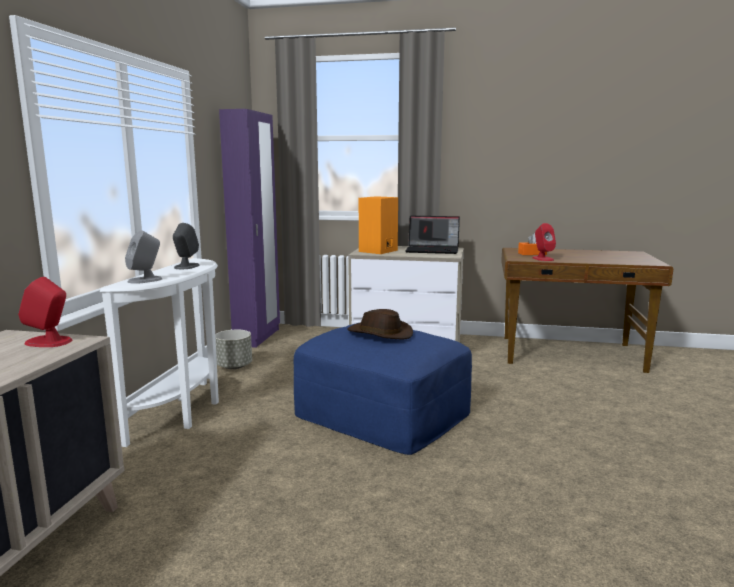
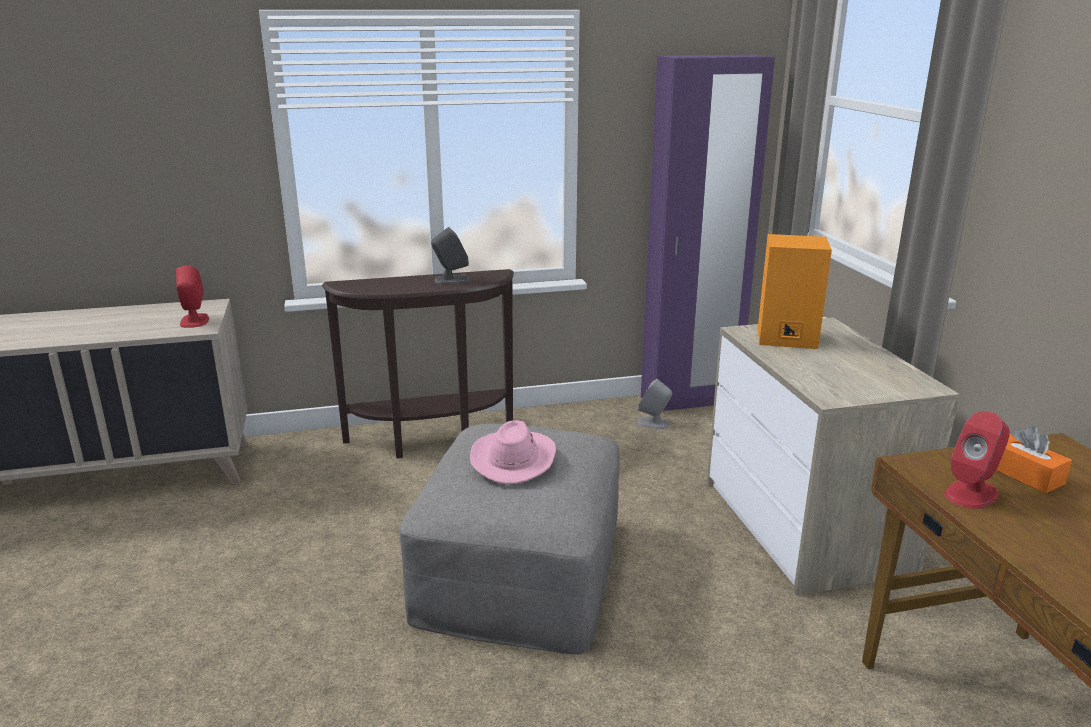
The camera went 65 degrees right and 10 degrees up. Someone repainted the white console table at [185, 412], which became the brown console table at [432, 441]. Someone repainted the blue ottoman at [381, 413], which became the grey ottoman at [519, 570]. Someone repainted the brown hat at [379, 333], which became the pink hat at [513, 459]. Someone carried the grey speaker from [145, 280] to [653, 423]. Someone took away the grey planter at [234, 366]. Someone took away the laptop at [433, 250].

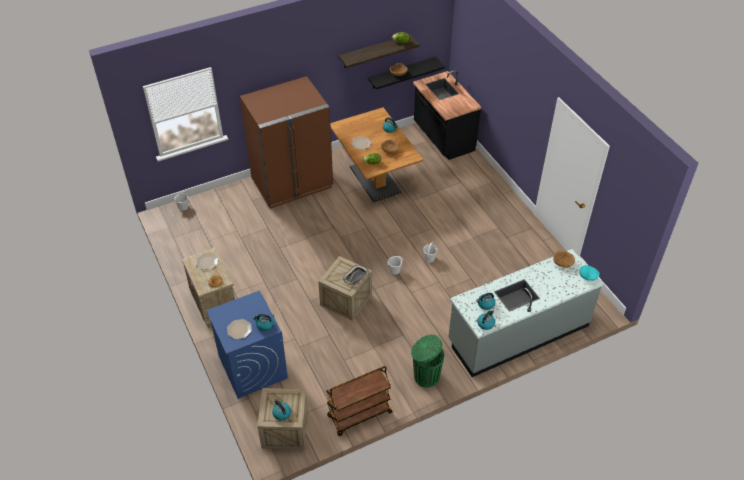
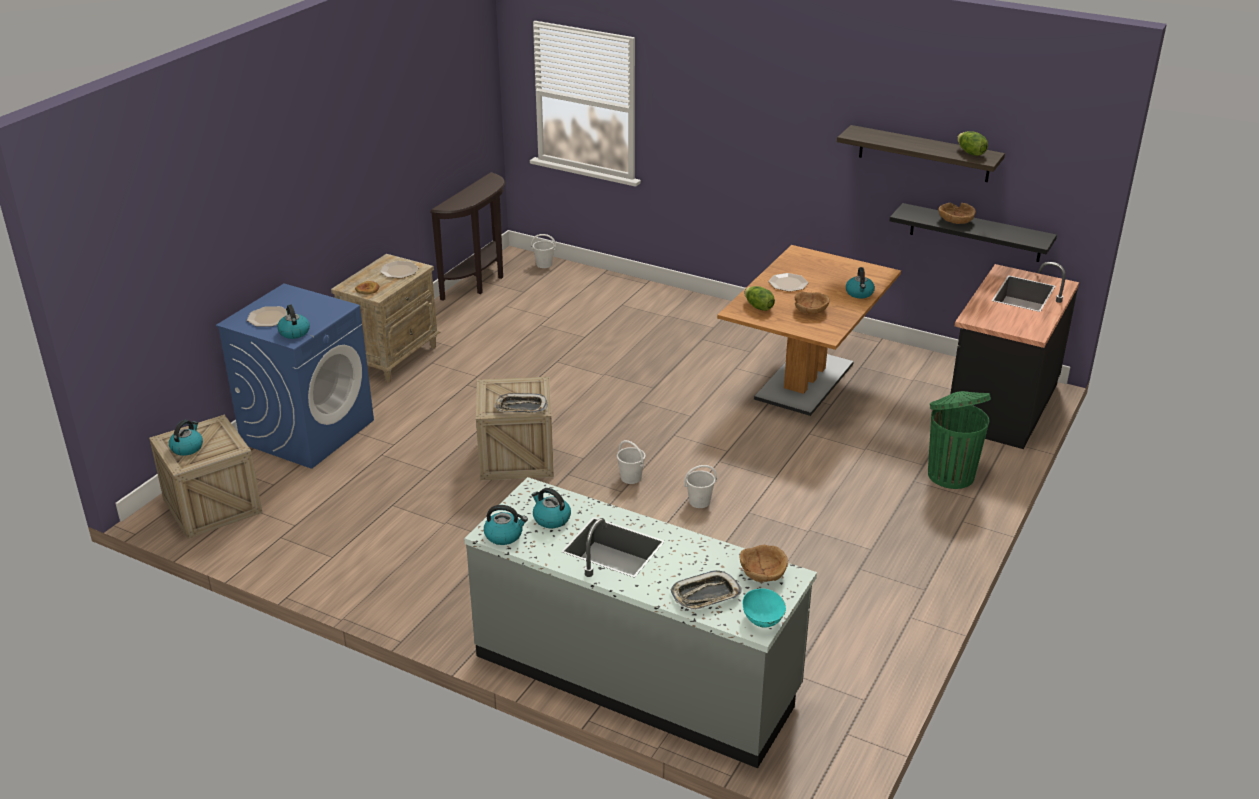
The camera went 55 degrees right and 15 degrees down. Someone put down the brown console table at [480, 282]. Someone put down the tray at [705, 595]. Someone carried the green trash can from [425, 376] to [950, 474]. Someone took away the brown fridge at [292, 183]. Someone took away the brown cart at [359, 415].

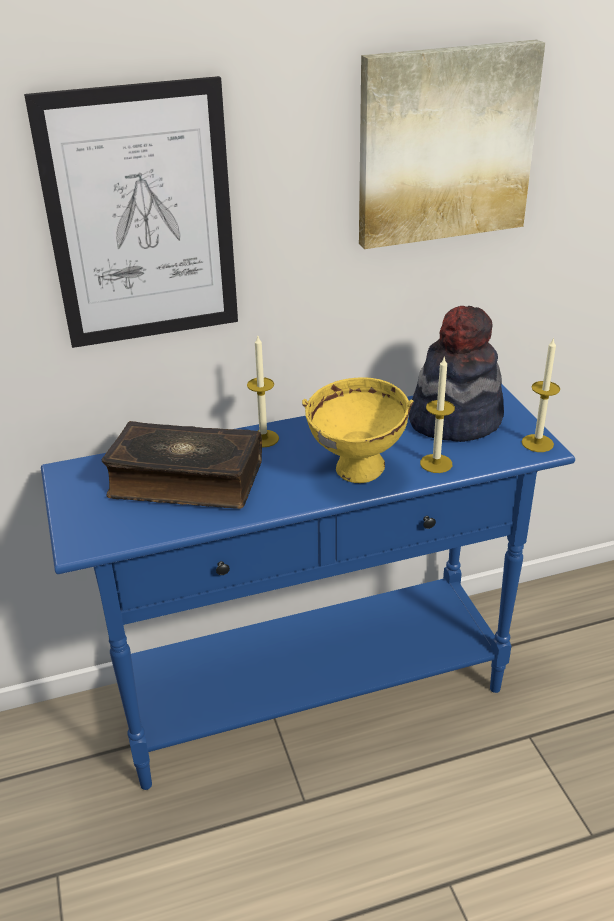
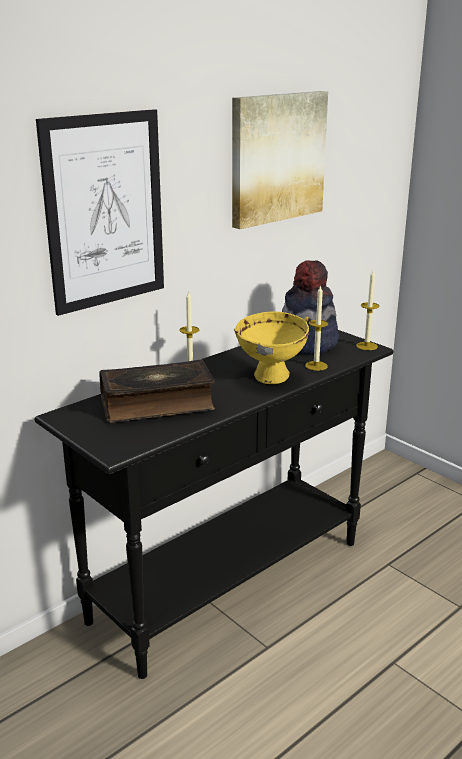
The camera went 25 degrees left and 10 degrees down. Someone repainted the blue console table at [313, 693], which became the black console table at [230, 580].

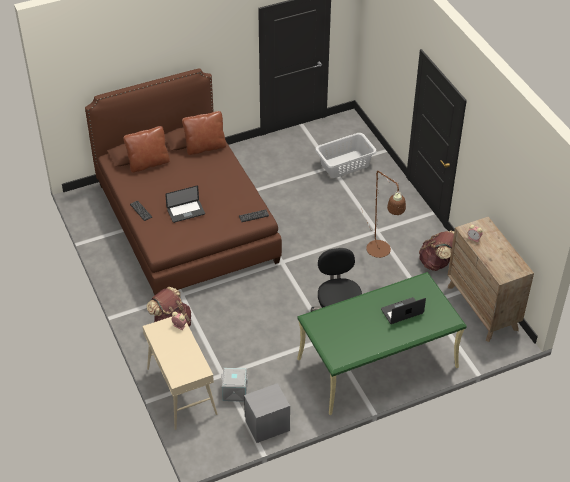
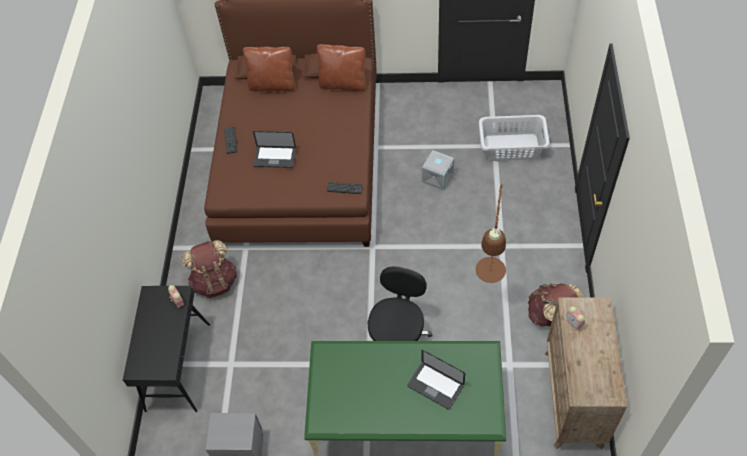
The camera went 30 degrees right and 10 degrees up. Someone repainted the beige console table at [181, 391], which became the black console table at [178, 366]. Someone rotated the laptop at [402, 311] by 150 degrees counterclockwise. Someone carried the grey storage box from [234, 392] to [437, 177].

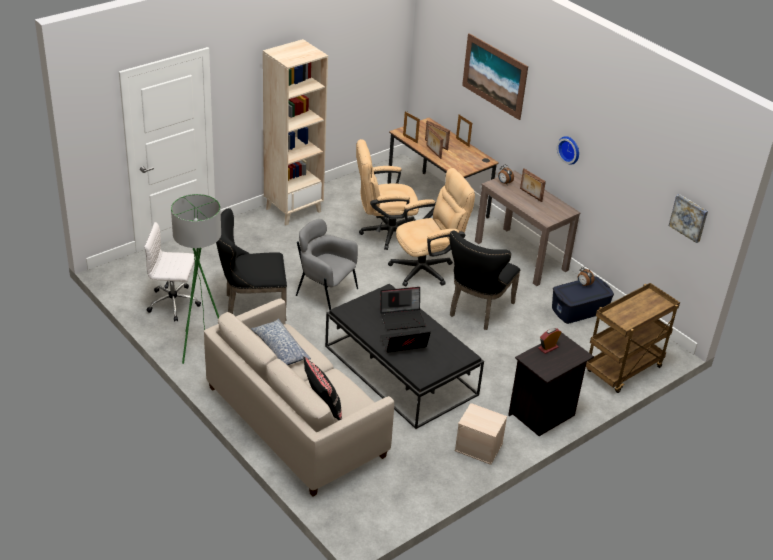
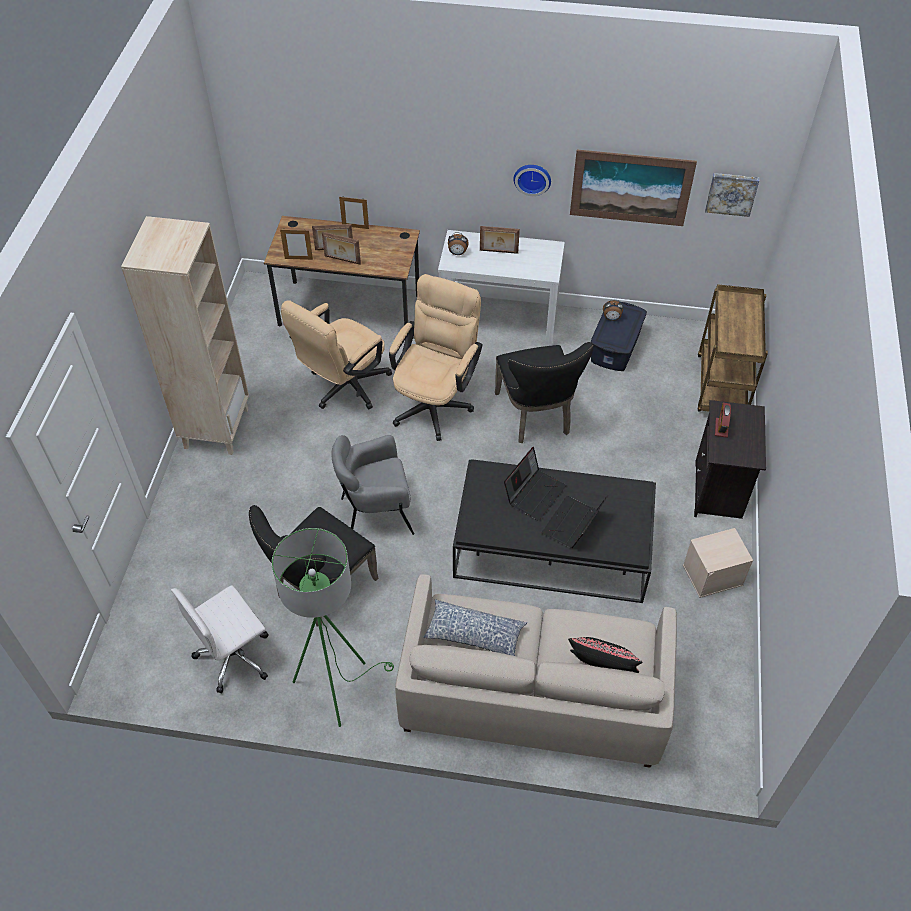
The camera went 40 degrees left and 15 degrees up. Someone repainted the brown console table at [521, 256], which became the white console table at [499, 320]. Someone carried the picture from [494, 76] to [631, 188].

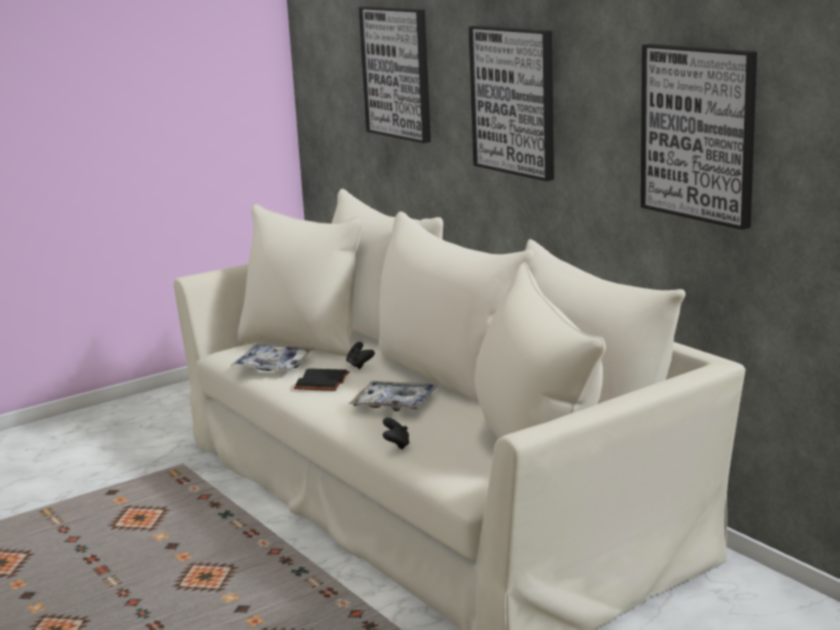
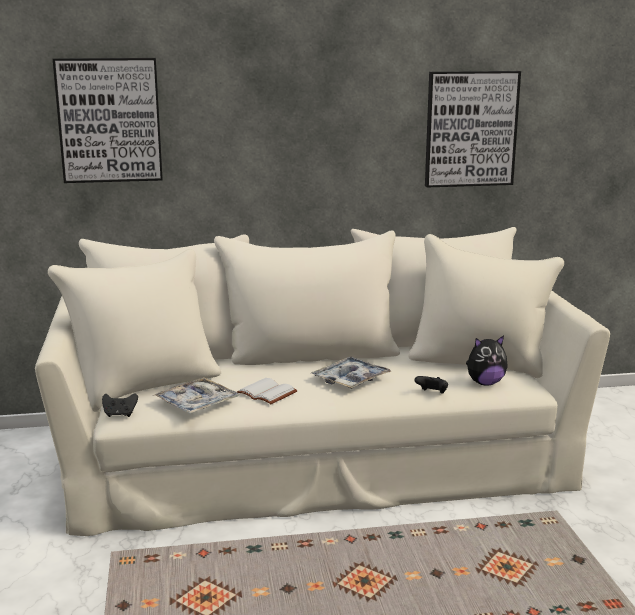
The camera went 65 degrees left and 0 degrees up. Someone carried the black game controller from [359, 365] to [120, 414]. Someone repainted the black book at [323, 382], which became the white book at [268, 393]. Someone put down the plush toy at [485, 383]. Someone took away the picture at [514, 101].

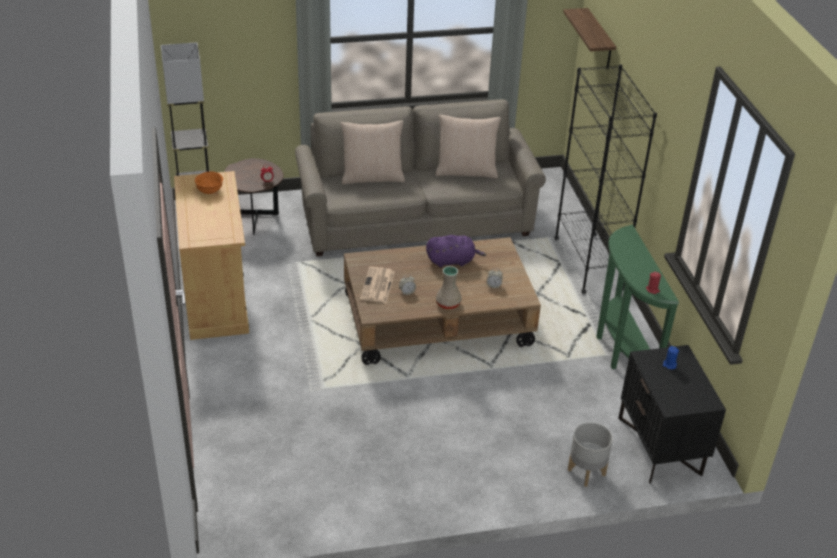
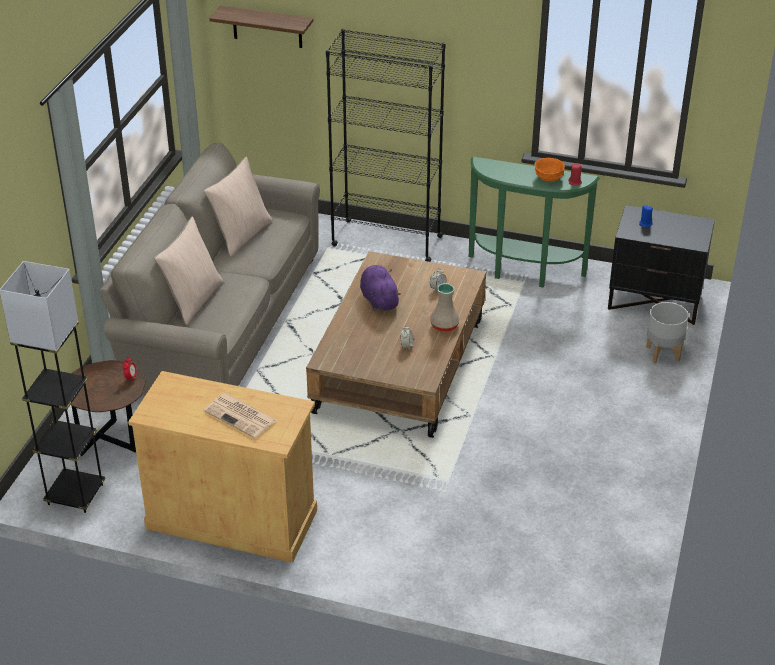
The camera went 60 degrees left and 0 degrees up. Someone carried the newspaper from [377, 286] to [241, 416]. Someone rotated the purple plush toy at [452, 261] by 45 degrees counterclockwise. Someone carried the orange bowl from [210, 190] to [549, 177].

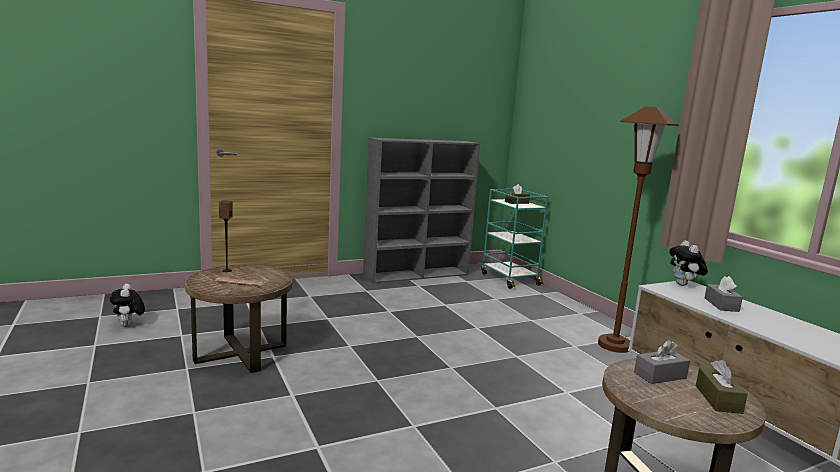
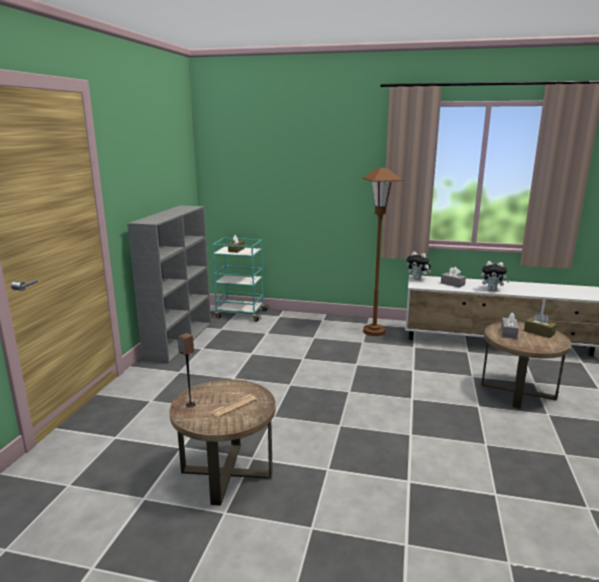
The camera went 50 degrees left and 5 degrees up. Someone carried the plush toy from [128, 325] to [492, 290].

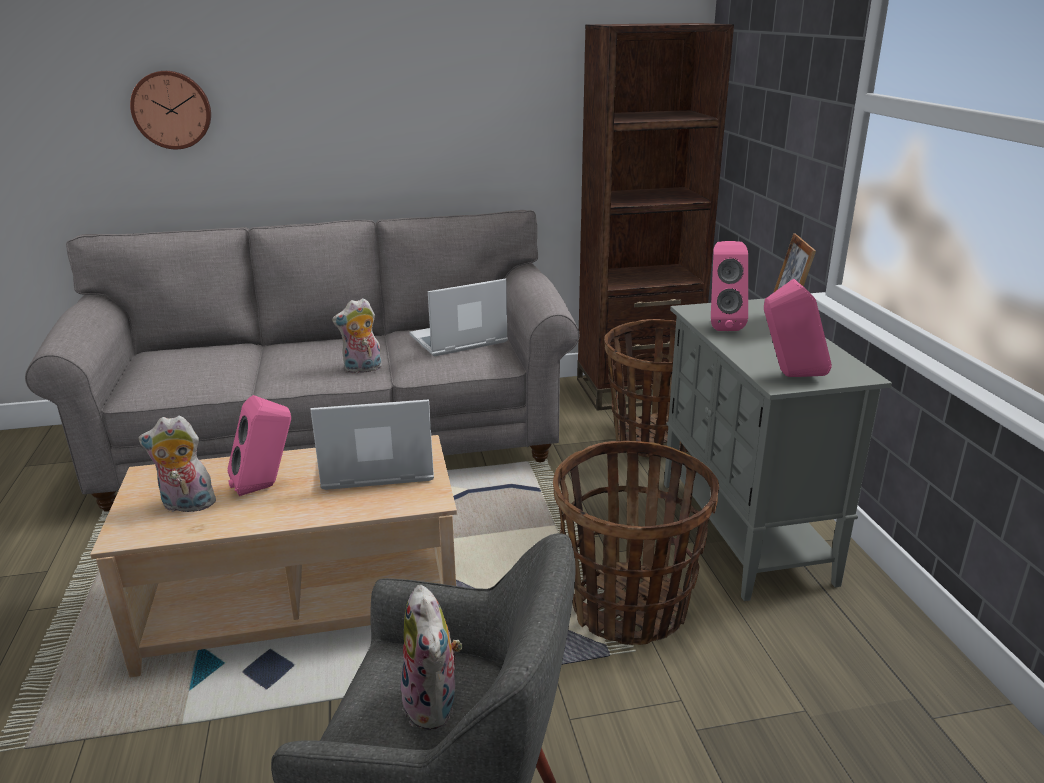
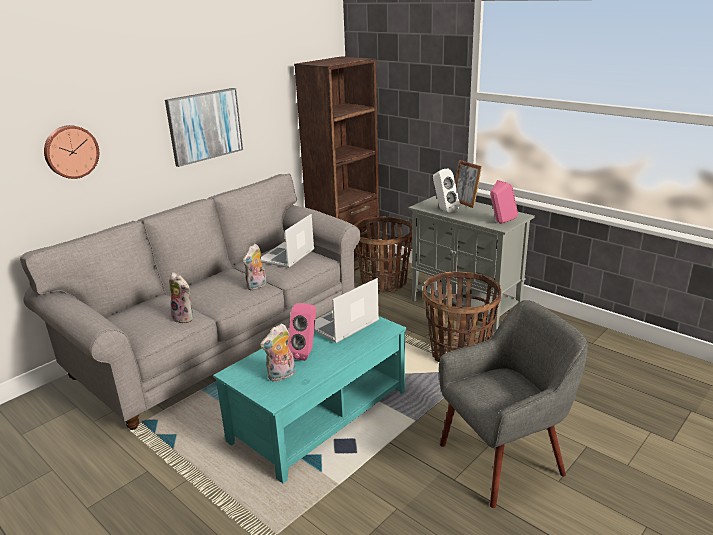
The camera went 35 degrees left and 0 degrees up. Someone put up the picture at [204, 126]. Someone carried the plush toy from [434, 705] to [185, 318]. Someone repainted the beige coffee table at [303, 601], which became the turquoise coffee table at [319, 415]. Someone repainted the pink speaker at [722, 325], which became the white speaker at [443, 210].

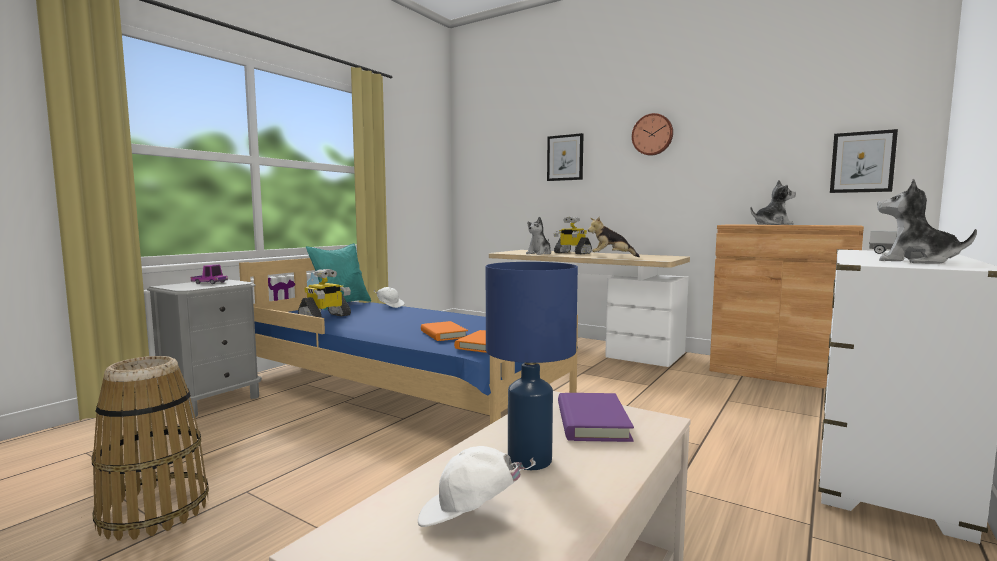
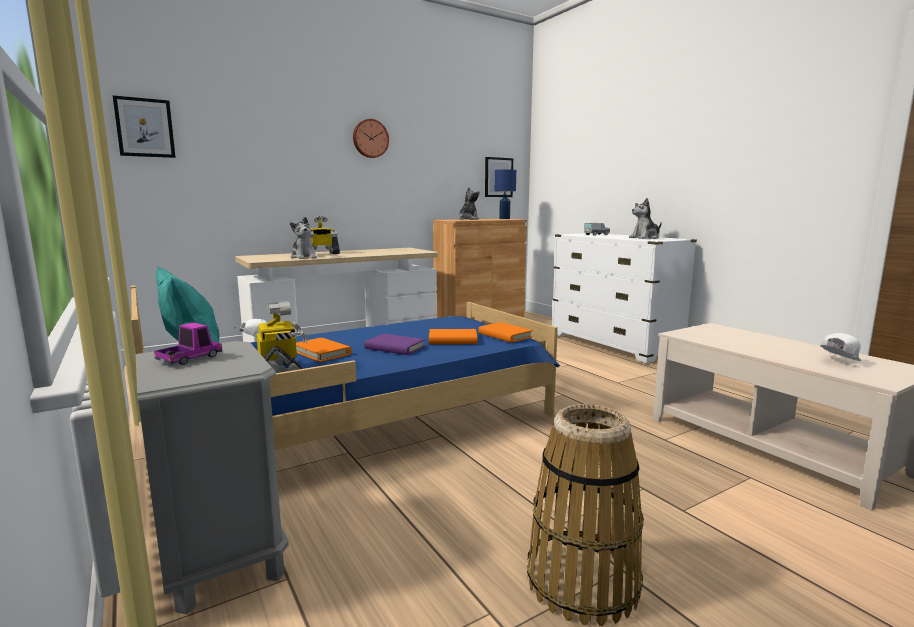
The camera went 65 degrees left and 5 degrees up. Someone carried the picture from [565, 157] to [145, 127]. Someone put down the orange book at [321, 353]. Someone carried the purple book from [592, 422] to [395, 348]. Someone carried the blue table lamp from [528, 460] to [504, 218]. Someone rotated the white cap at [469, 516] by 150 degrees counterclockwise. Someone took away the plush toy at [611, 257].

